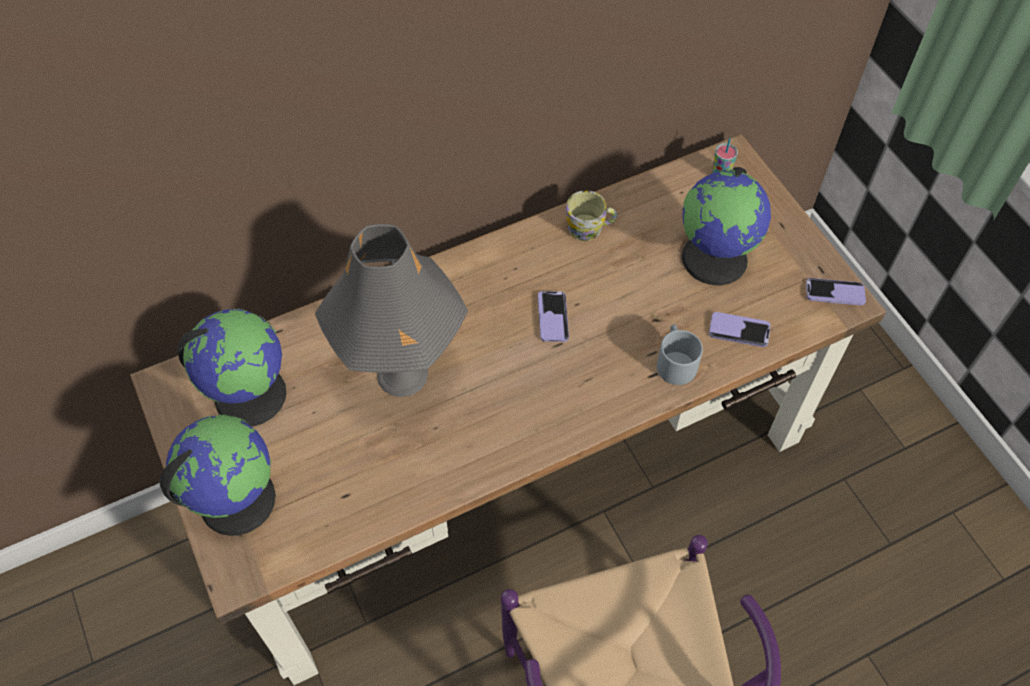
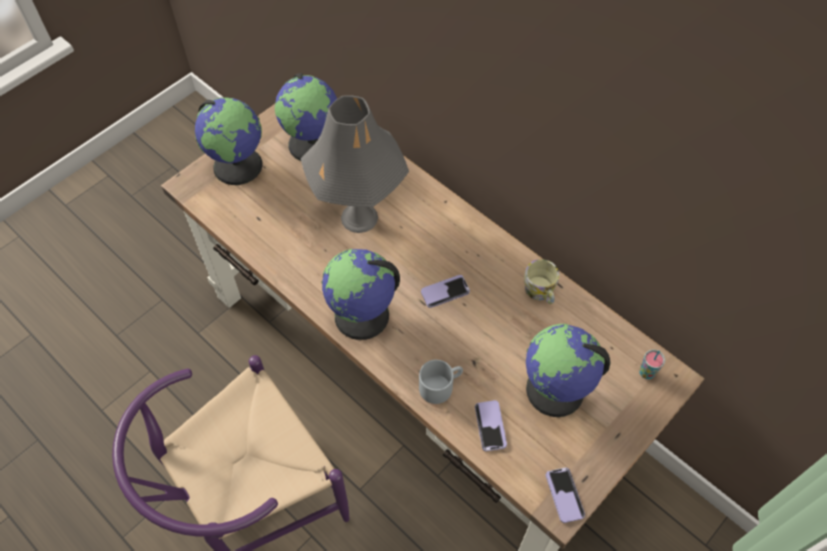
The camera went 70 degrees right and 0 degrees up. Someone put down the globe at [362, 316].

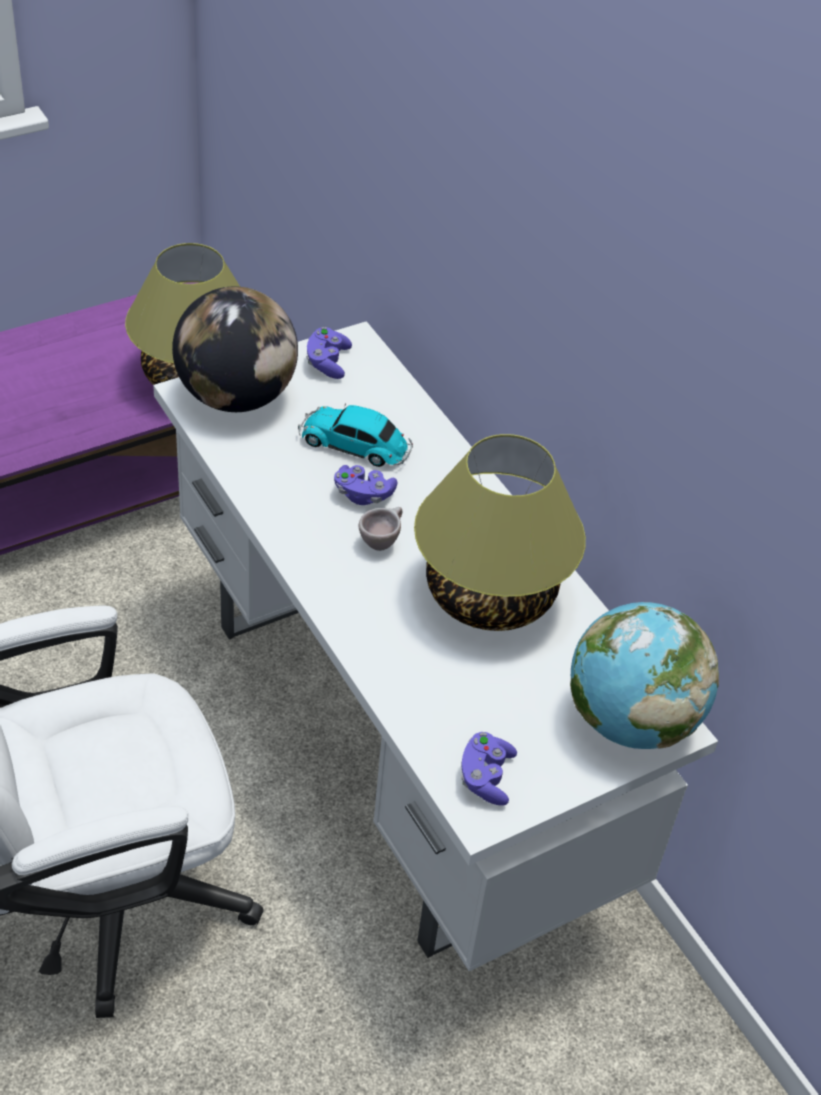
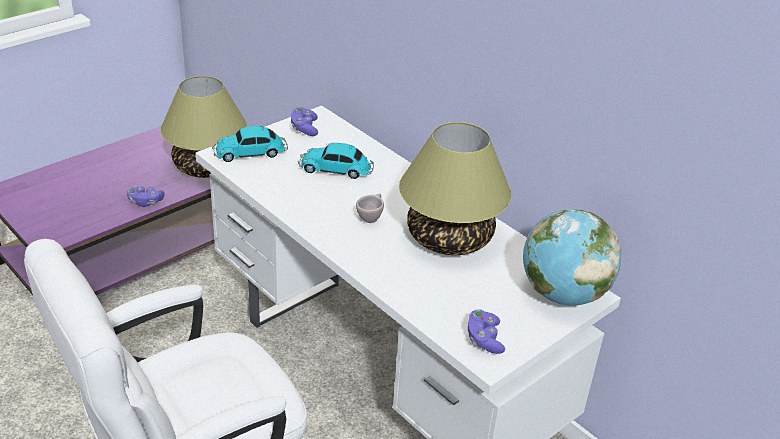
The camera went 10 degrees left and 10 degrees down. Someone carried the purple game controller from [363, 494] to [145, 202]. Someone swapped the globe at [236, 396] for the toy car at [251, 152].

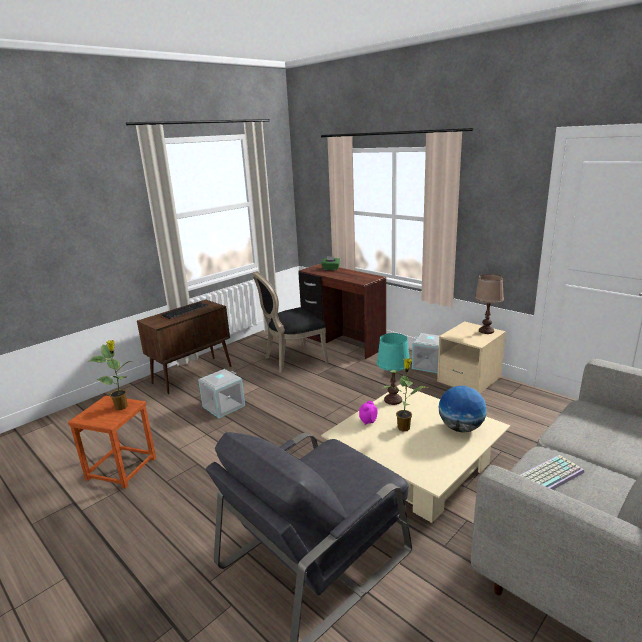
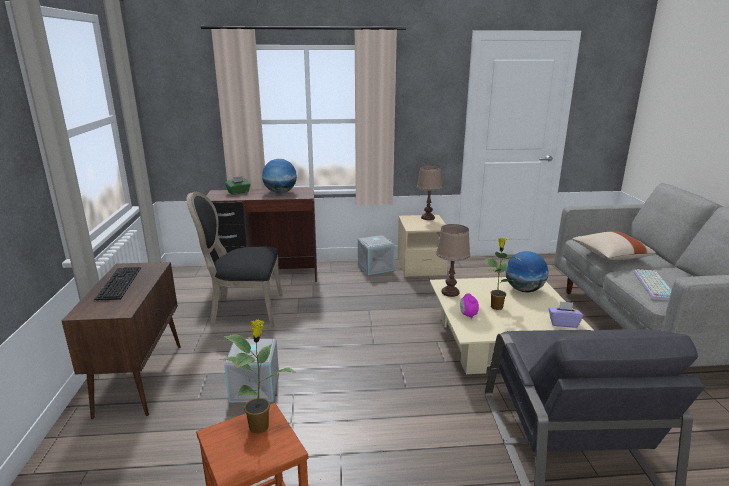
The camera went 50 degrees left and 0 degrees up. Someone rotated the black chair at [292, 359] by 75 degrees clockwise. Someone put down the globe at [280, 192]. Someone repainted the turquoise table lamp at [392, 400], which became the brown table lamp at [450, 292]. Someone put down the purple tissue box at [563, 323]. Someone put down the beige pillow at [610, 256].

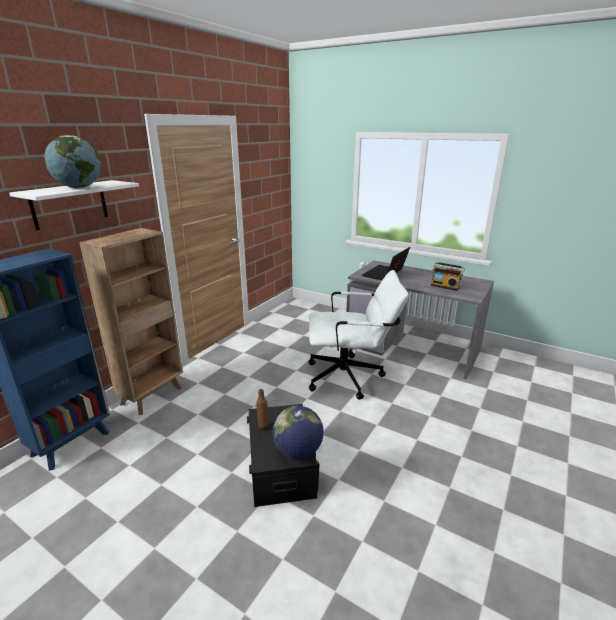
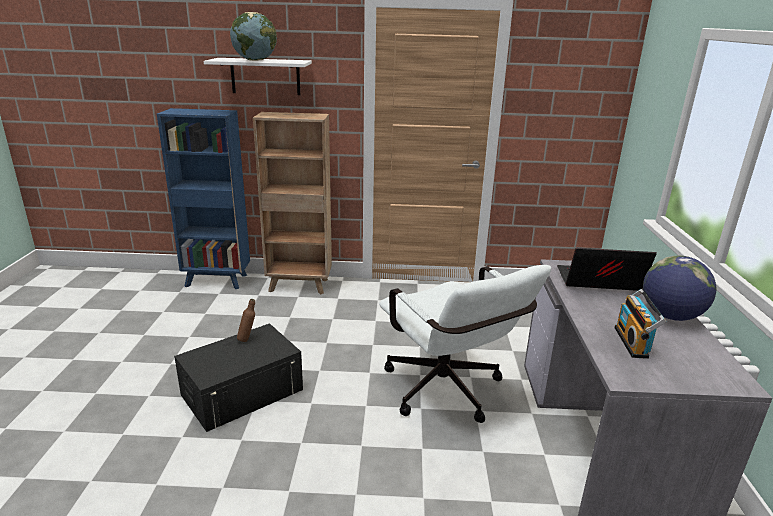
The camera went 60 degrees right and 0 degrees up. Someone carried the globe from [298, 451] to [670, 316].

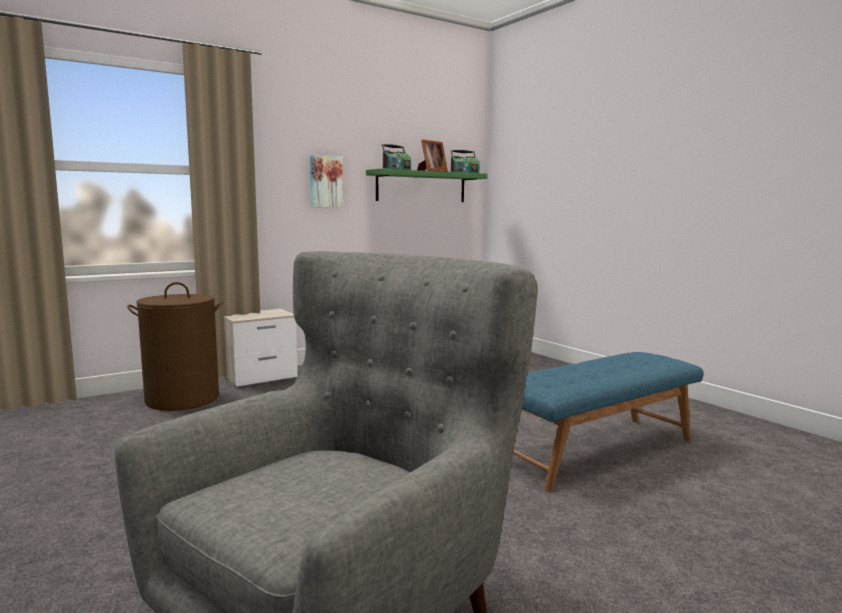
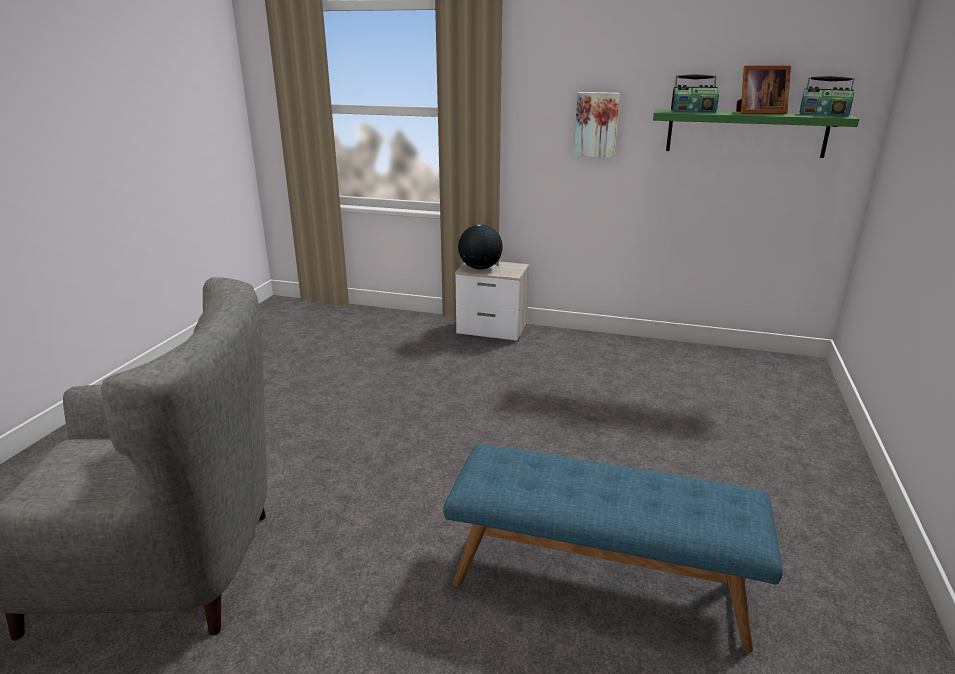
The camera went 50 degrees right and 15 degrees up. Someone put down the globe at [480, 268]. Someone took away the brown laundry basket at [182, 399].

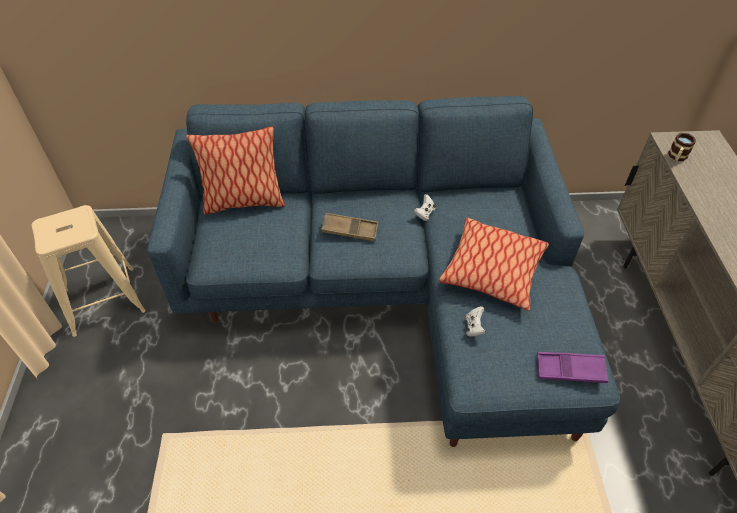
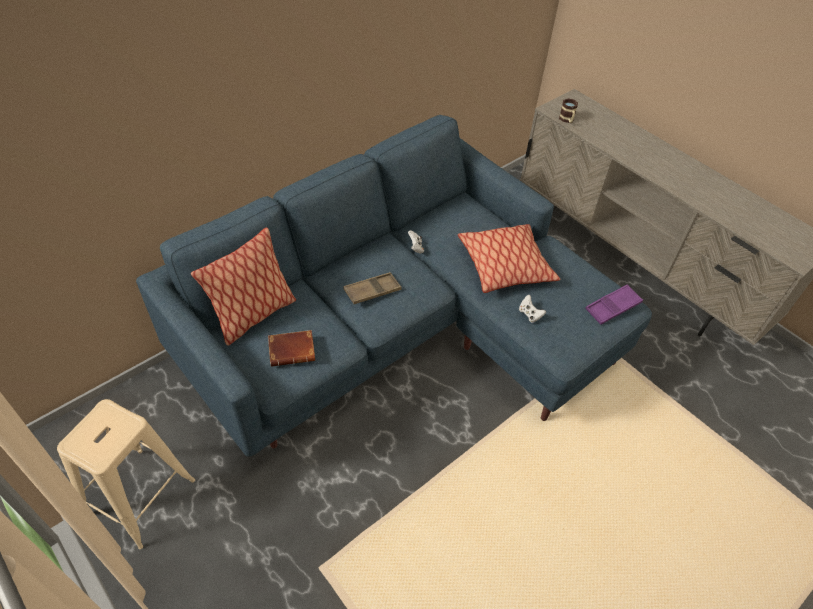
The camera went 40 degrees left and 0 degrees up. Someone put down the brown book at [293, 350].

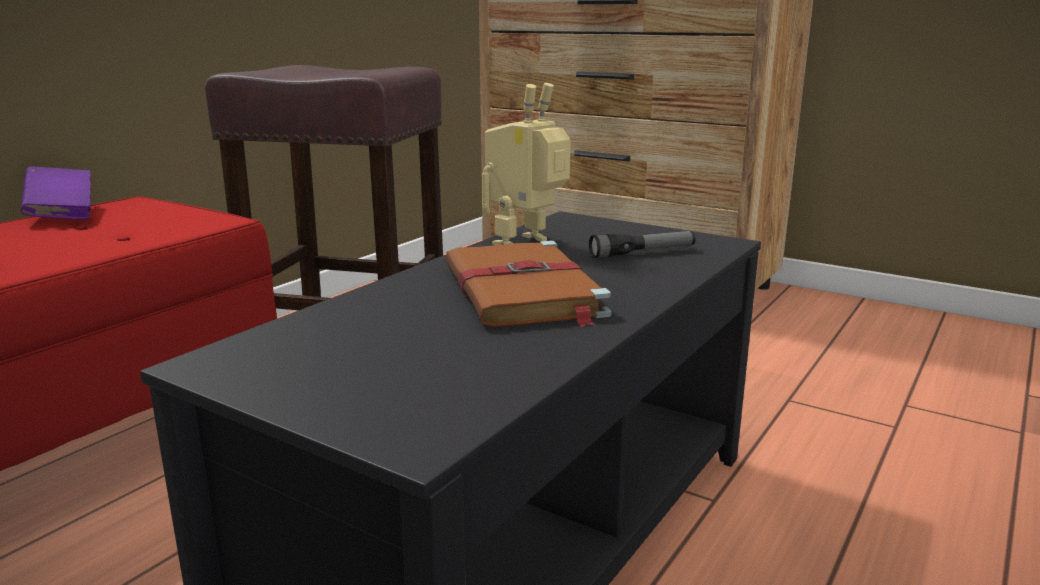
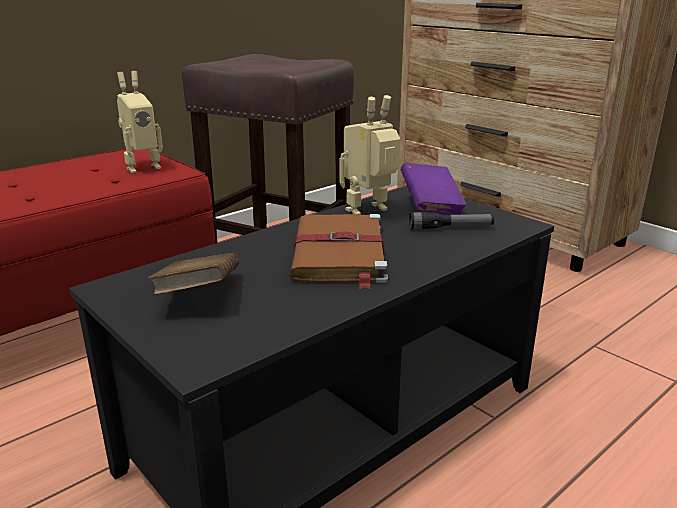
The camera went 15 degrees right and 5 degrees up. Someone put down the toy robot at [142, 167]. Someone put down the brown book at [199, 295]. Someone carried the purple book from [62, 214] to [431, 206].

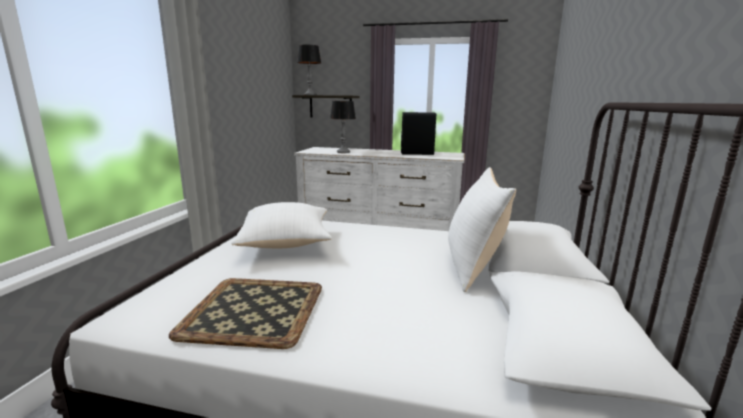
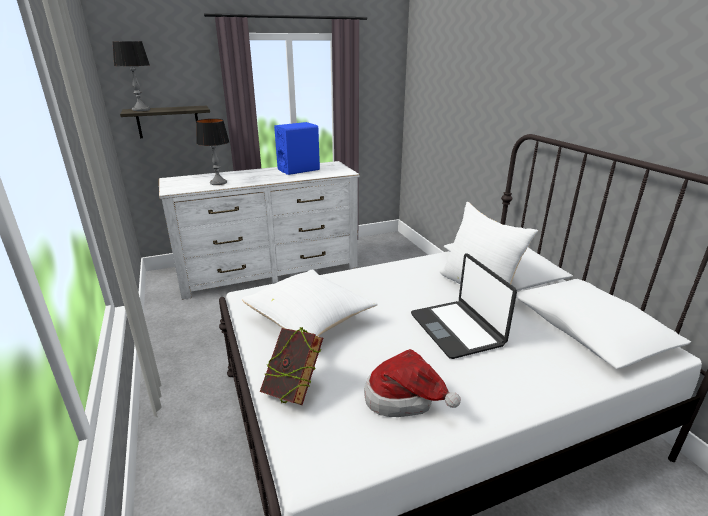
The camera went 35 degrees left and 10 degrees up. Someone put down the book at [293, 390]. Someone repainted the black speaker at [417, 153], which became the blue speaker at [298, 169]. Someone swapped the tray at [255, 311] for the hat at [405, 399]. Someone put down the laptop at [457, 329].

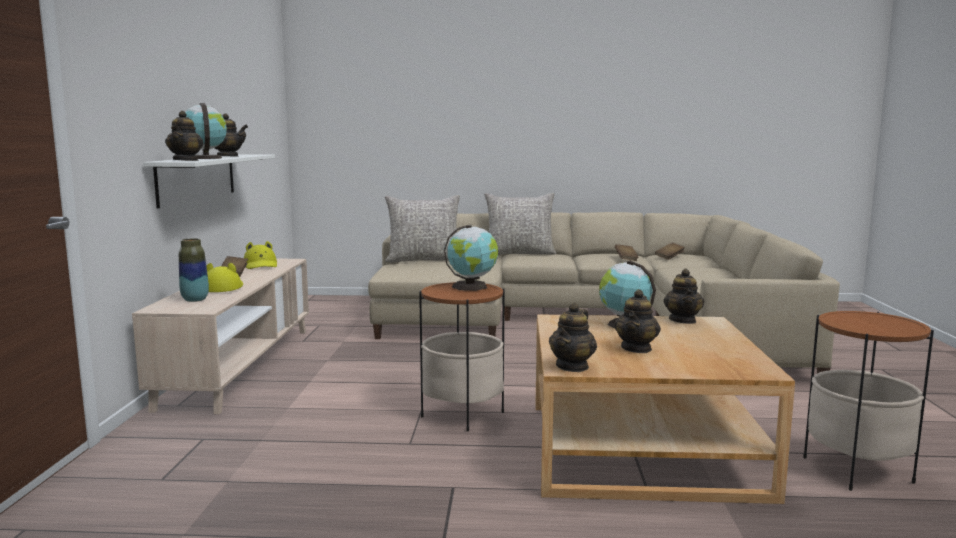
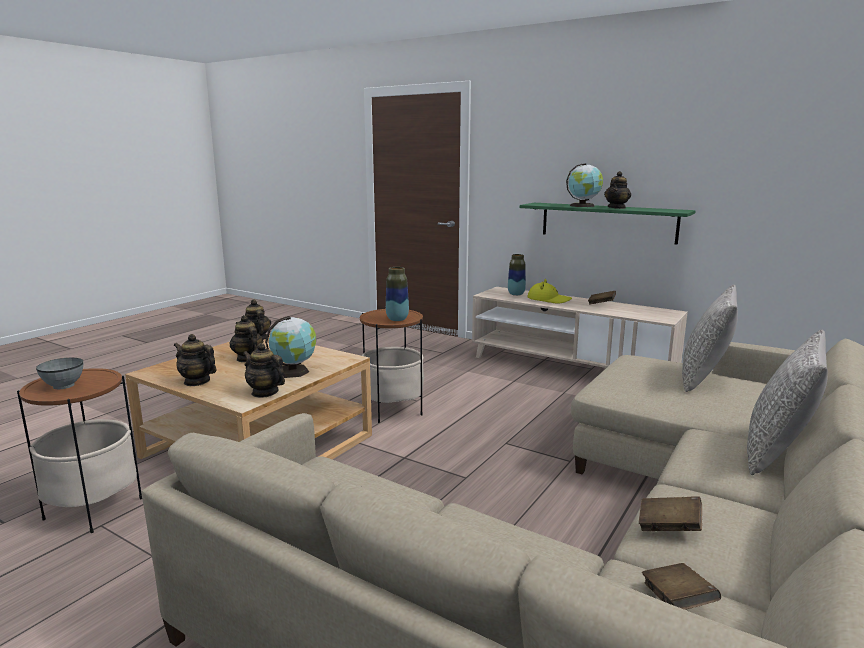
The camera went 120 degrees right and 5 degrees up. Someone put down the grey bowl at [64, 386]. Someone carried the teapot from [186, 160] to [197, 382]. Someone swapped the globe at [472, 286] for the vase at [397, 319]. Someone repainted the white shelf at [197, 178], which became the green shelf at [607, 222]. Someone took away the yellow hat at [261, 265].

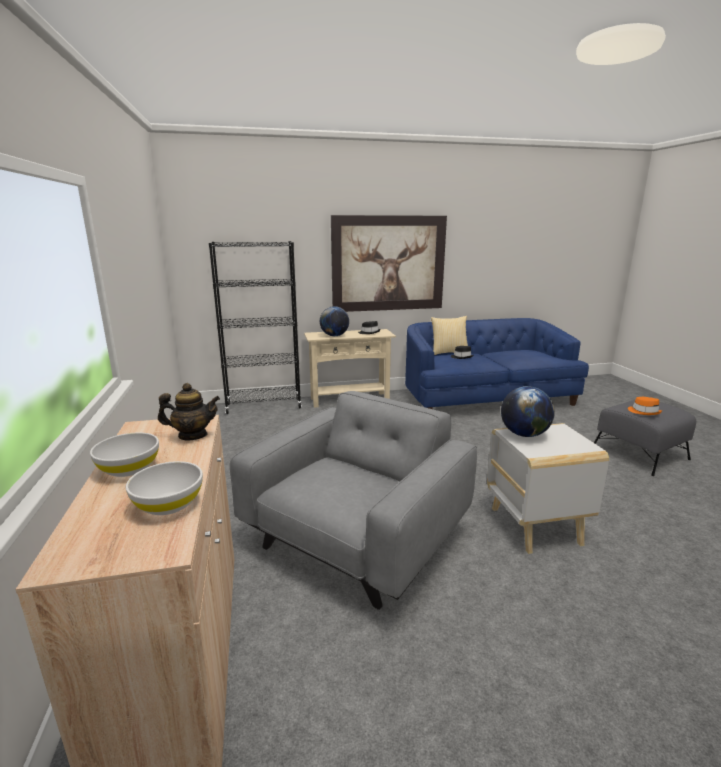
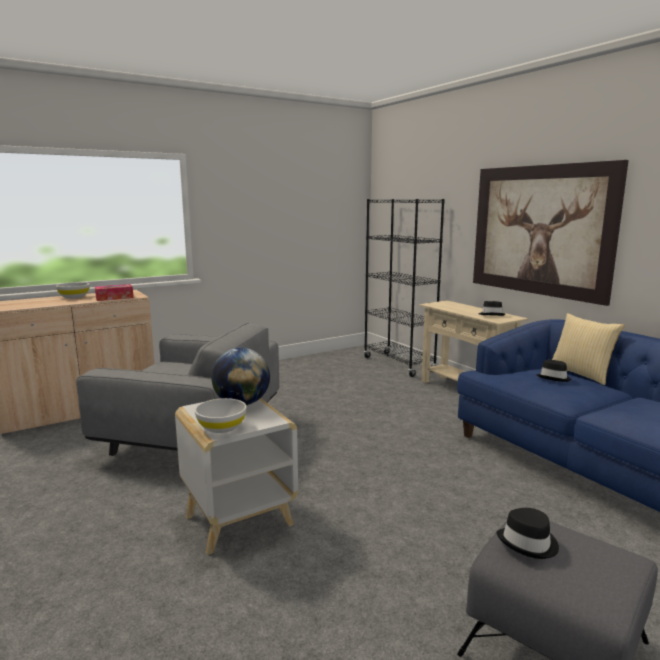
The camera went 70 degrees right and 5 degrees down. Someone swapped the teapot at [192, 435] for the tissue box at [114, 298]. Someone carried the white bowl from [168, 504] to [222, 427]. Someone repainted the orange hat at [644, 411], which became the black hat at [528, 543]. Someone took away the globe at [334, 336].

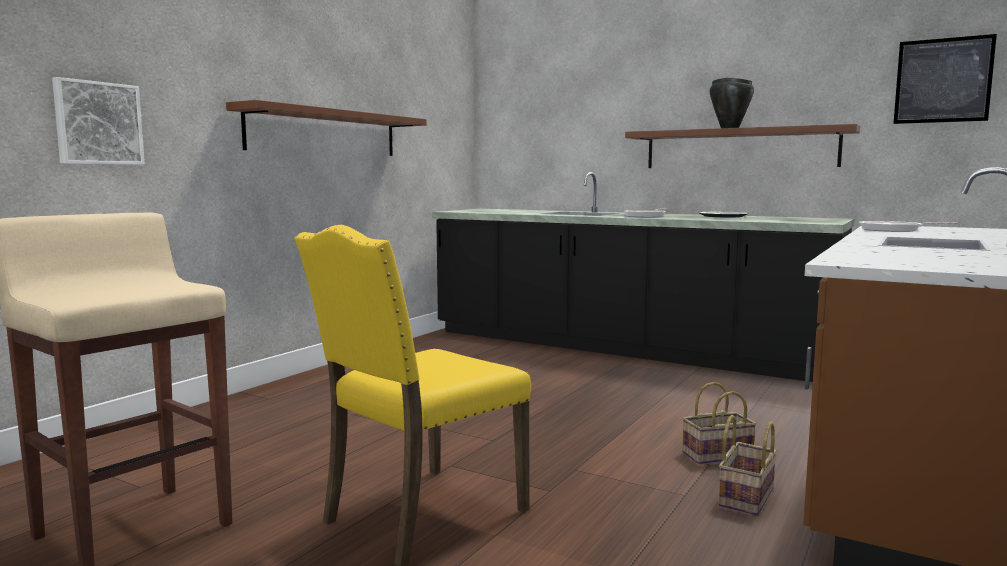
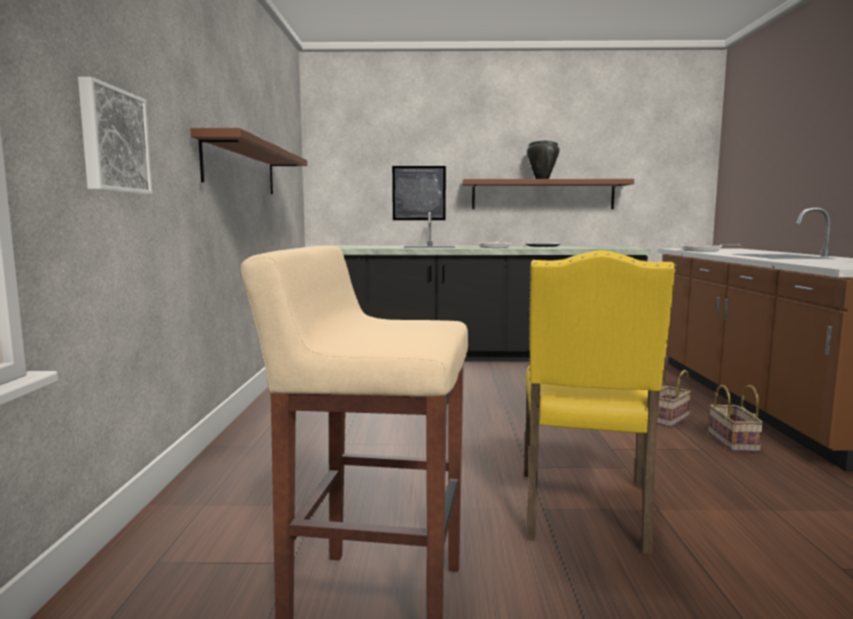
The camera went 30 degrees left and 0 degrees up. Someone carried the picture from [943, 80] to [419, 193].

